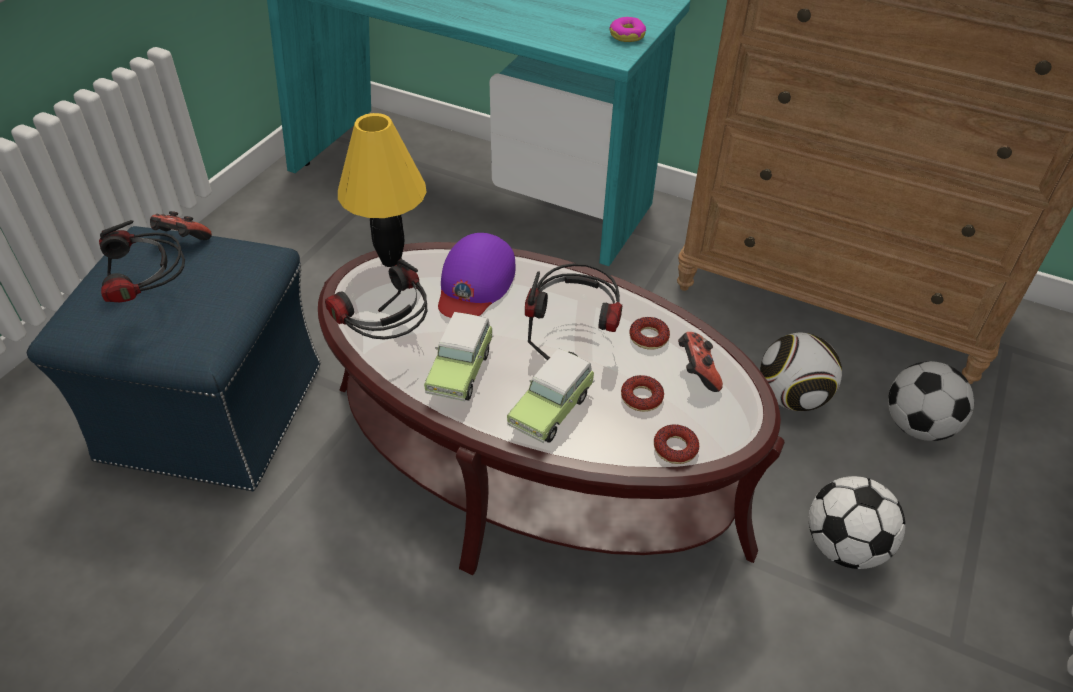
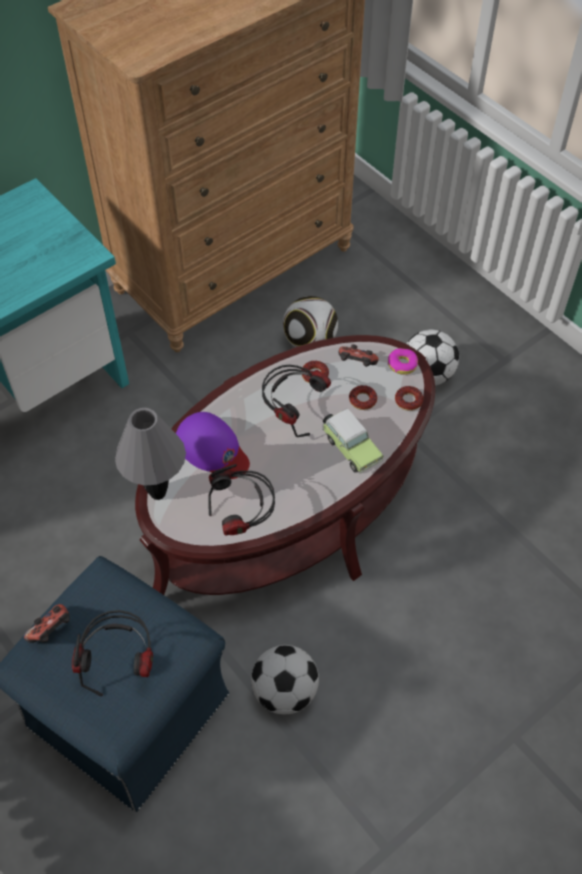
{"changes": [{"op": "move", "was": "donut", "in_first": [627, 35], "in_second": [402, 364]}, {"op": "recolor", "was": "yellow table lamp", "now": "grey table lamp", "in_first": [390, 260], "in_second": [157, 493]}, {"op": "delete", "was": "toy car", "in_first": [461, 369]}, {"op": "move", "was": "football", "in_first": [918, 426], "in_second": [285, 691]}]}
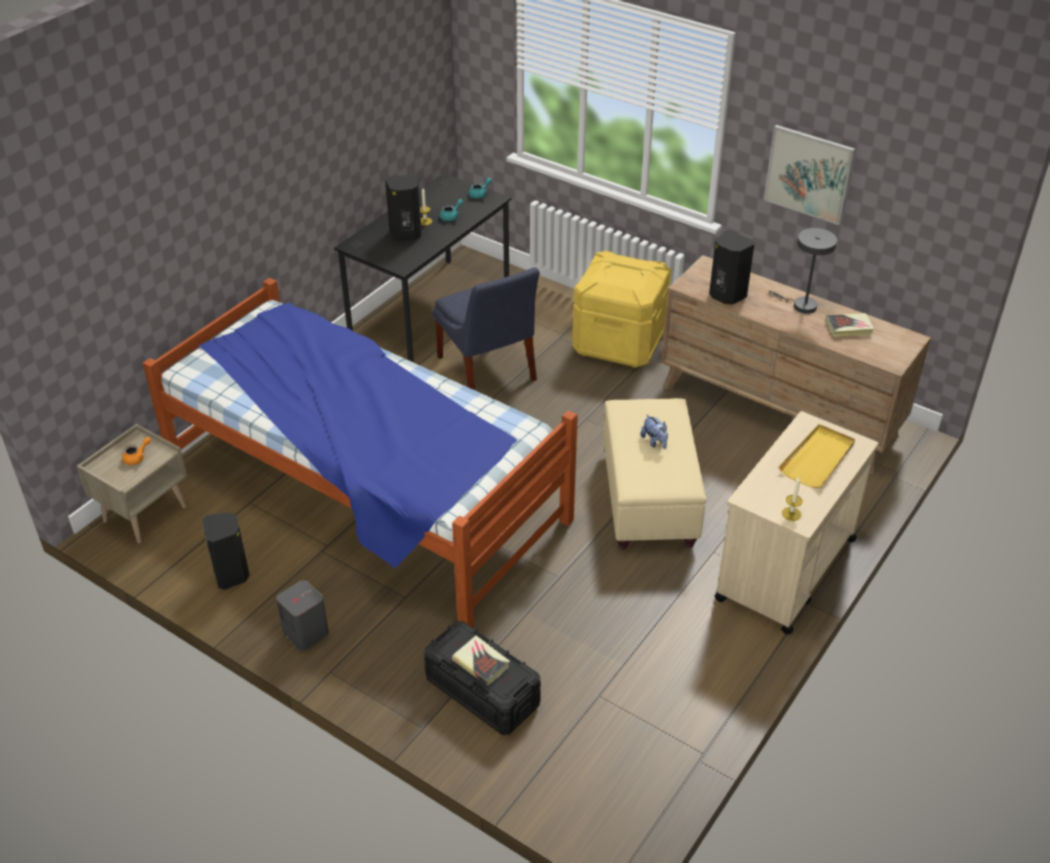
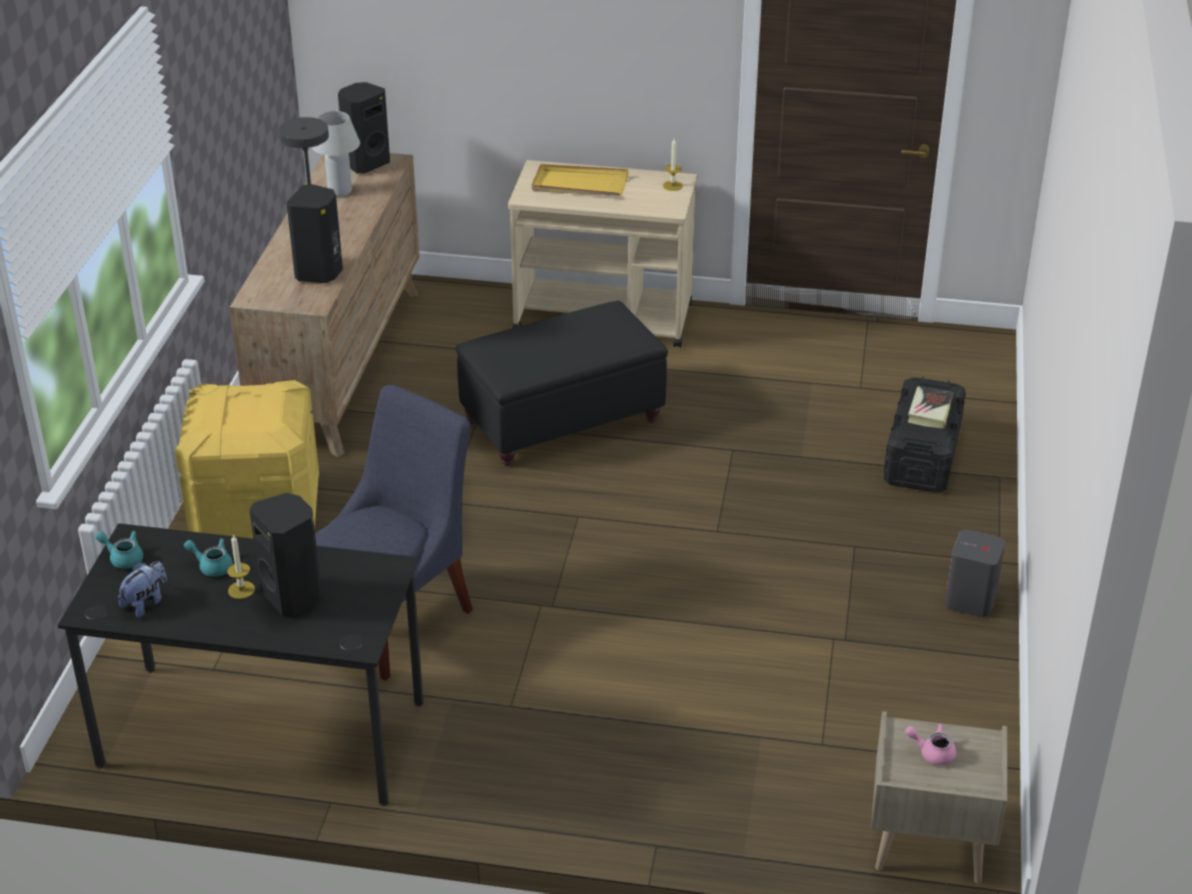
{"changes": [{"op": "delete", "was": "picture", "in_first": [808, 174]}, {"op": "delete", "was": "bed", "in_first": [365, 495]}, {"op": "replace", "was": "book", "now": "white table lamp", "in_first": [849, 327], "in_second": [340, 191]}, {"op": "recolor", "was": "beige ottoman", "now": "black ottoman", "in_first": [649, 500], "in_second": [563, 419]}, {"op": "move", "was": "plush toy", "in_first": [655, 442], "in_second": [146, 603]}, {"op": "recolor", "was": "orange teapot", "now": "pink teapot", "in_first": [137, 458], "in_second": [932, 752]}, {"op": "move", "was": "black speaker", "in_first": [232, 574], "in_second": [365, 163]}]}
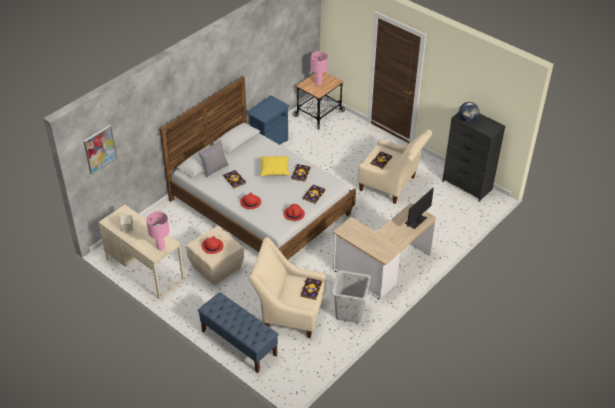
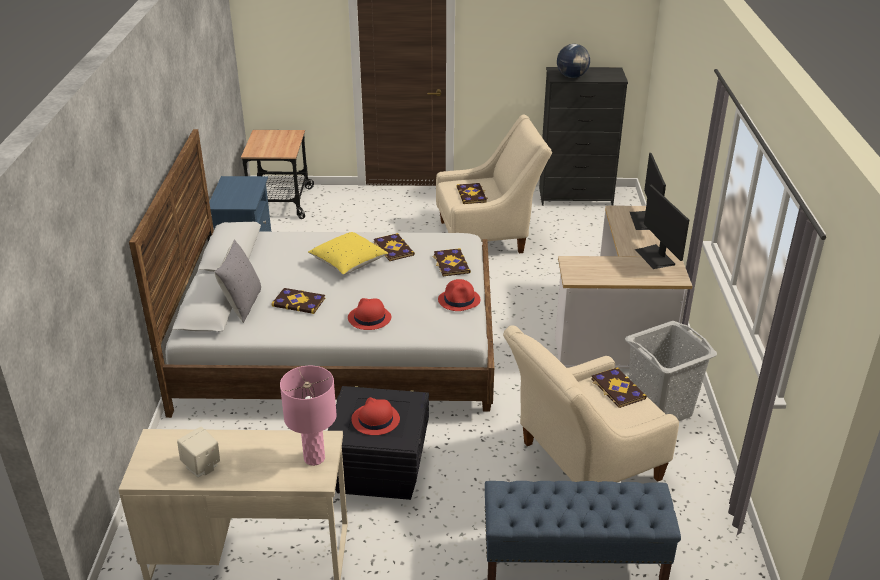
{"changes": [{"op": "delete", "was": "pink table lamp", "in_first": [318, 83]}, {"op": "delete", "was": "picture", "in_first": [99, 149]}, {"op": "recolor", "was": "beige storage box", "now": "black storage box", "in_first": [216, 267], "in_second": [379, 469]}, {"op": "insert", "now": "monitor", "in_second": [655, 257]}]}
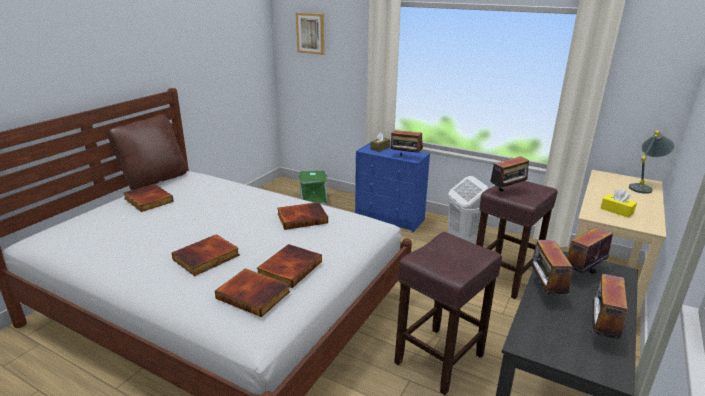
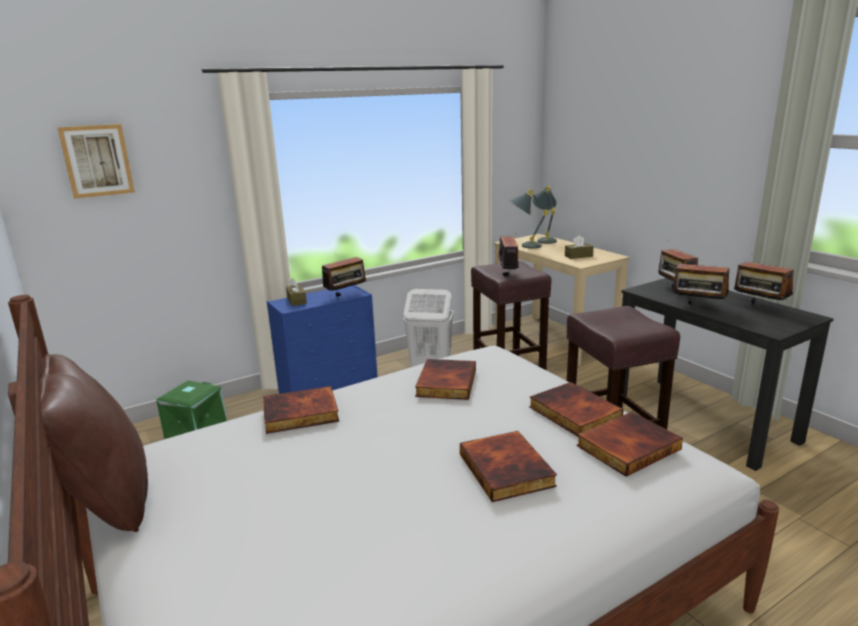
{"changes": [{"op": "move", "was": "book", "in_first": [147, 200], "in_second": [300, 414]}, {"op": "recolor", "was": "yellow tissue box", "now": "brown tissue box", "in_first": [616, 211], "in_second": [578, 256]}, {"op": "insert", "now": "grey table lamp", "in_second": [524, 246]}]}
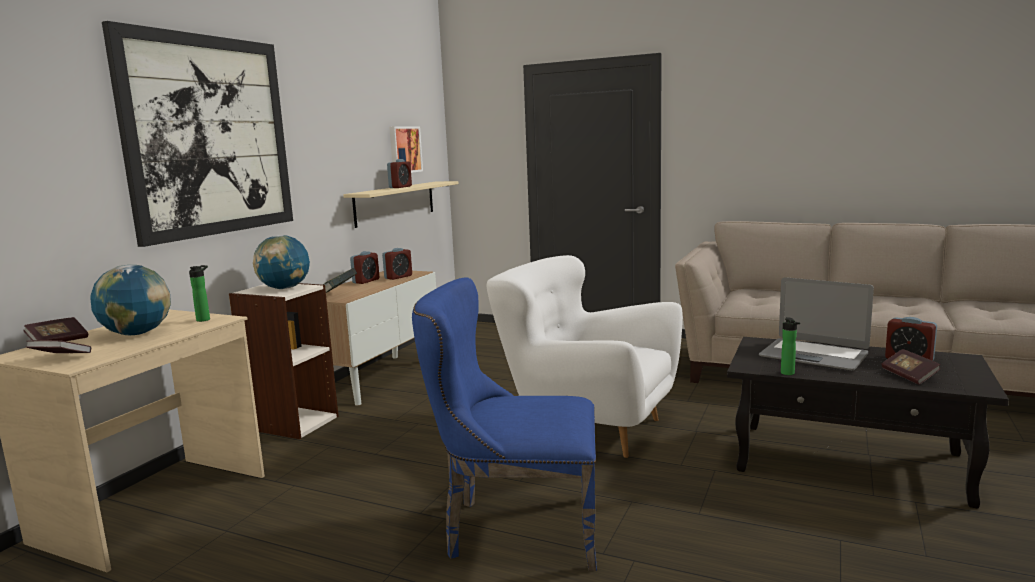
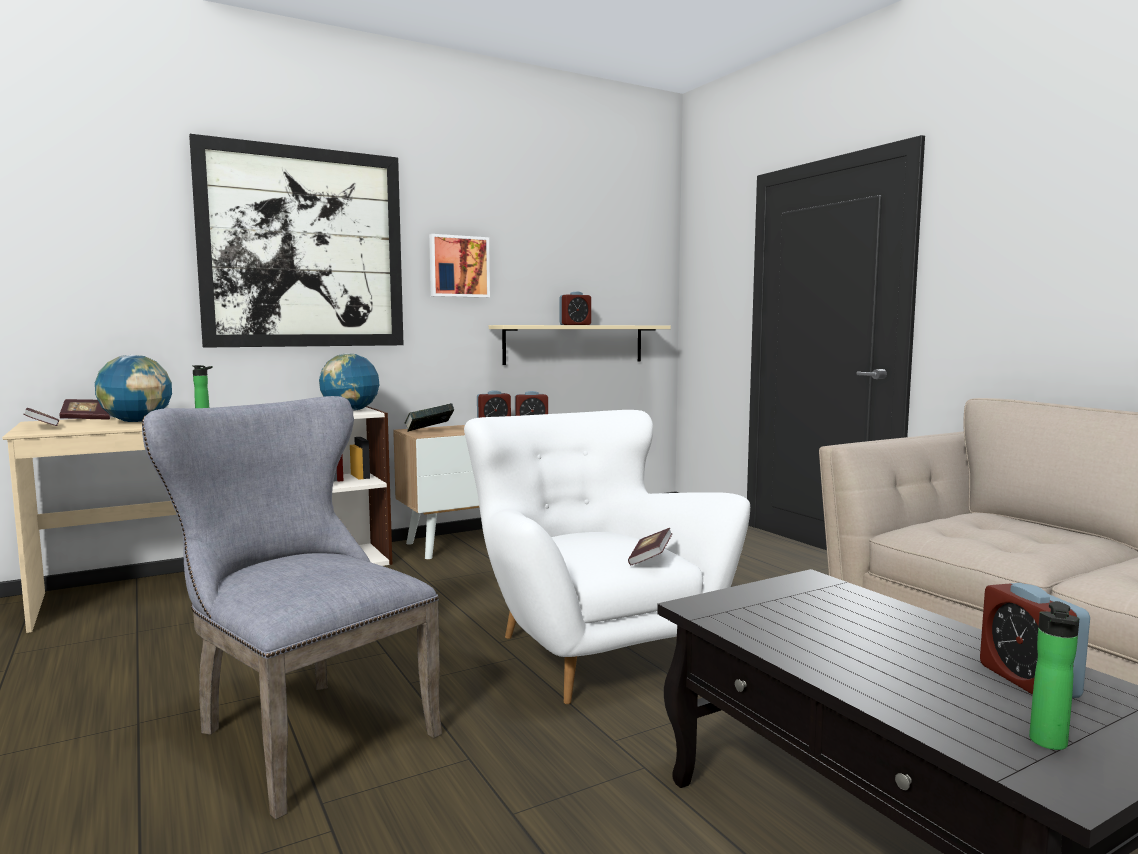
{"changes": [{"op": "move", "was": "picture", "in_first": [404, 149], "in_second": [458, 266]}, {"op": "recolor", "was": "blue chair", "now": "grey chair", "in_first": [513, 529], "in_second": [303, 731]}, {"op": "delete", "was": "laptop", "in_first": [813, 355]}, {"op": "move", "was": "bottle", "in_first": [788, 374], "in_second": [1048, 744]}, {"op": "move", "was": "book", "in_first": [909, 376], "in_second": [650, 558]}]}
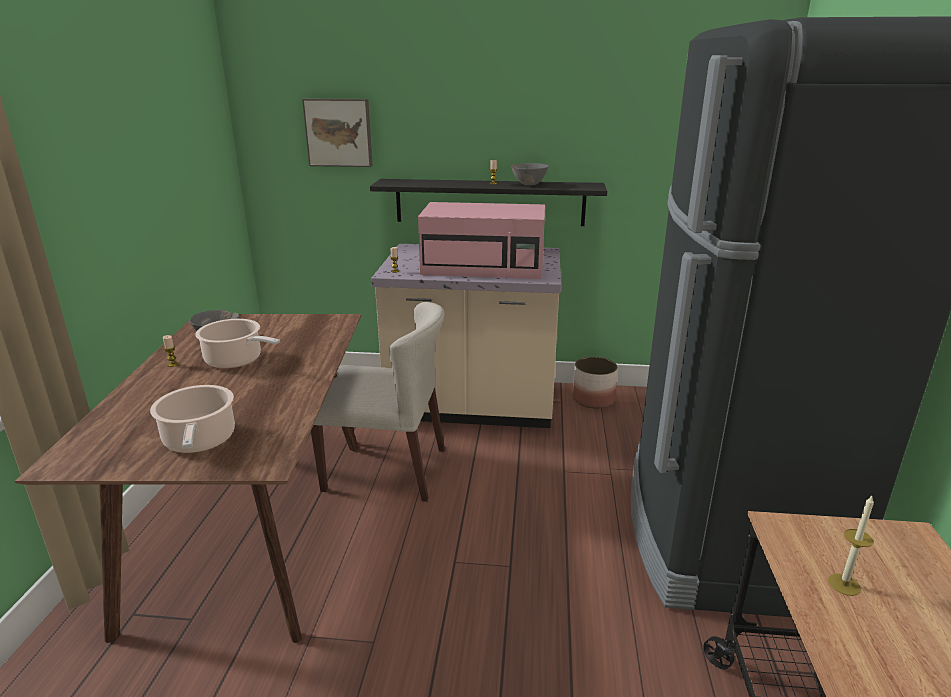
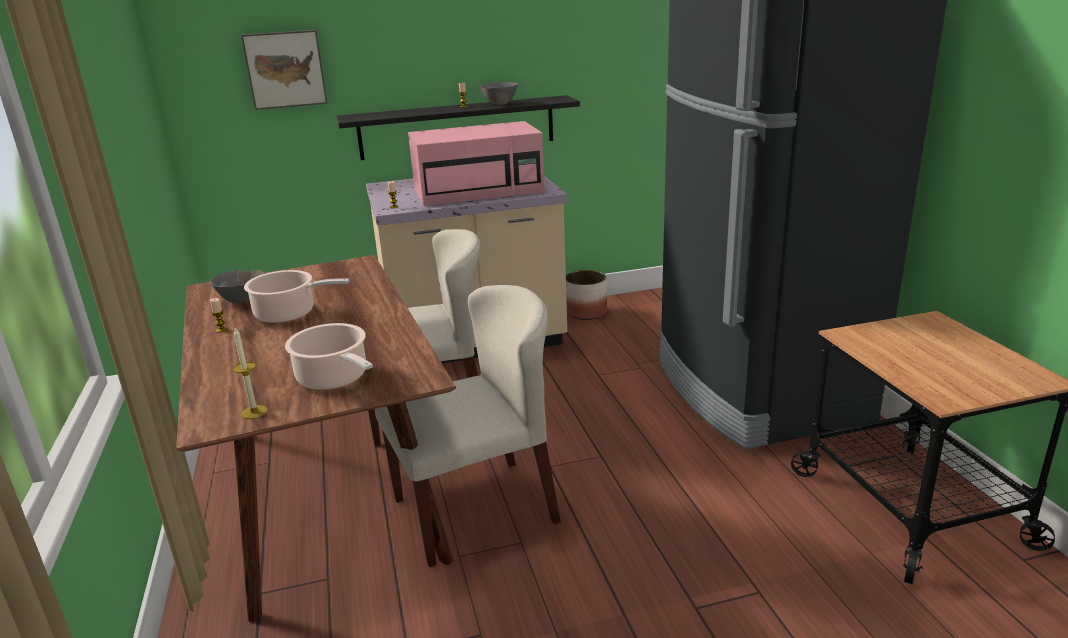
{"changes": [{"op": "move", "was": "candle", "in_first": [844, 584], "in_second": [254, 412]}, {"op": "insert", "now": "beige chair", "in_second": [476, 509]}]}
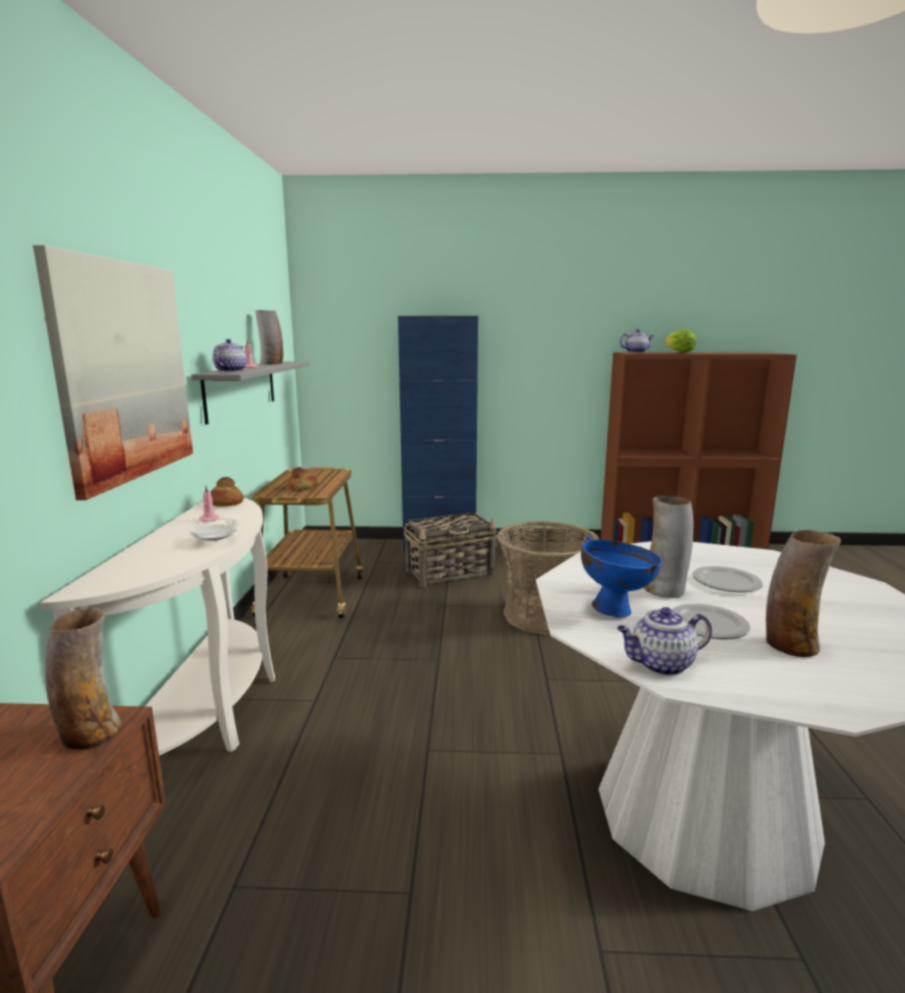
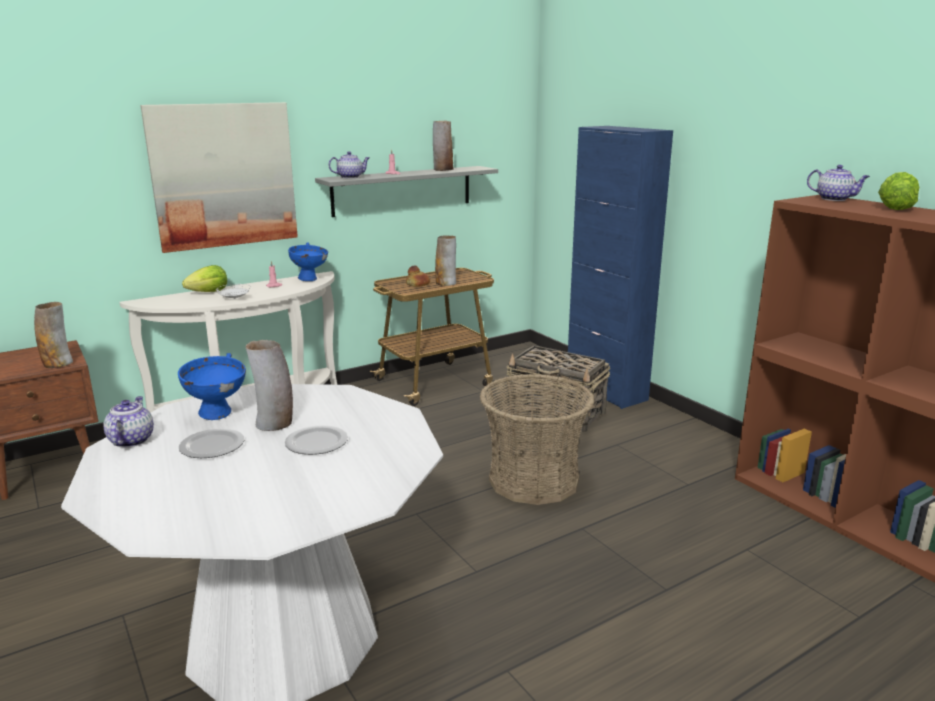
{"changes": [{"op": "replace", "was": "bread", "now": "blue bowl", "in_first": [225, 504], "in_second": [310, 279]}, {"op": "move", "was": "vase", "in_first": [790, 645], "in_second": [446, 283]}, {"op": "rotate", "was": "teapot", "in_first": [660, 665], "in_second": [131, 440], "clockwise": 45}, {"op": "insert", "now": "lettuce", "in_second": [209, 292]}]}
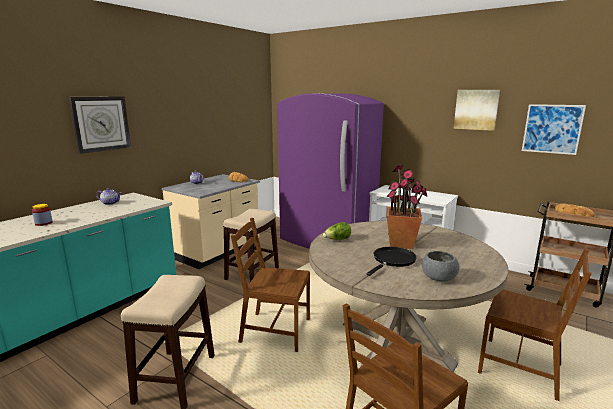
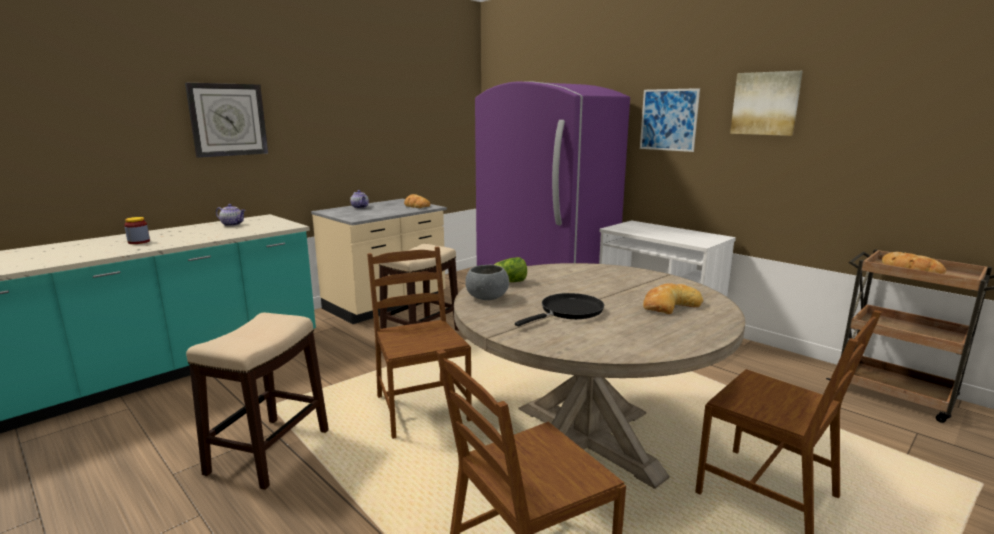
{"changes": [{"op": "move", "was": "picture", "in_first": [552, 129], "in_second": [668, 120]}, {"op": "delete", "was": "potted plant", "in_first": [402, 243]}, {"op": "rotate", "was": "brown chair", "in_first": [274, 331], "in_second": [420, 408], "clockwise": 45}, {"op": "move", "was": "grey bowl", "in_first": [438, 278], "in_second": [487, 297]}, {"op": "insert", "now": "bread", "in_second": [669, 305]}]}
